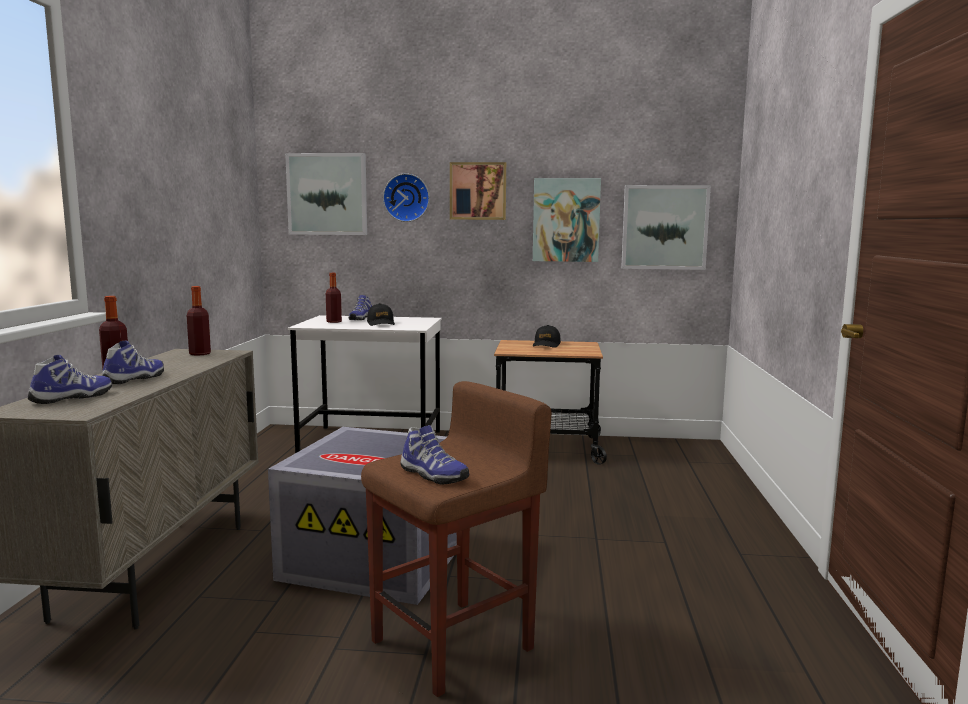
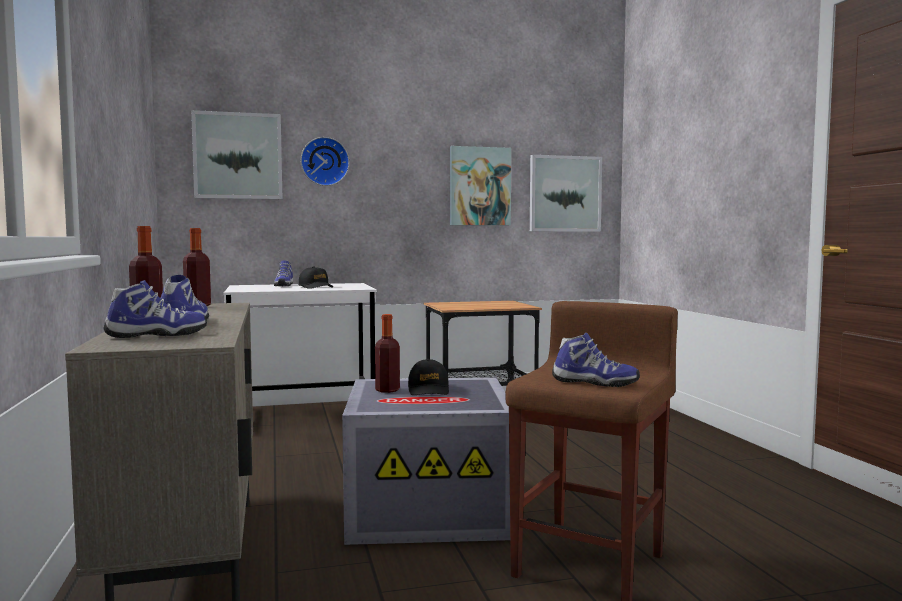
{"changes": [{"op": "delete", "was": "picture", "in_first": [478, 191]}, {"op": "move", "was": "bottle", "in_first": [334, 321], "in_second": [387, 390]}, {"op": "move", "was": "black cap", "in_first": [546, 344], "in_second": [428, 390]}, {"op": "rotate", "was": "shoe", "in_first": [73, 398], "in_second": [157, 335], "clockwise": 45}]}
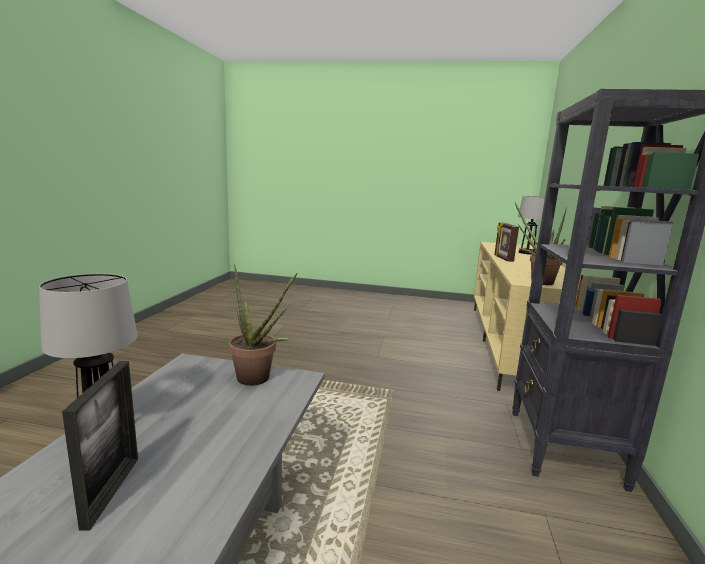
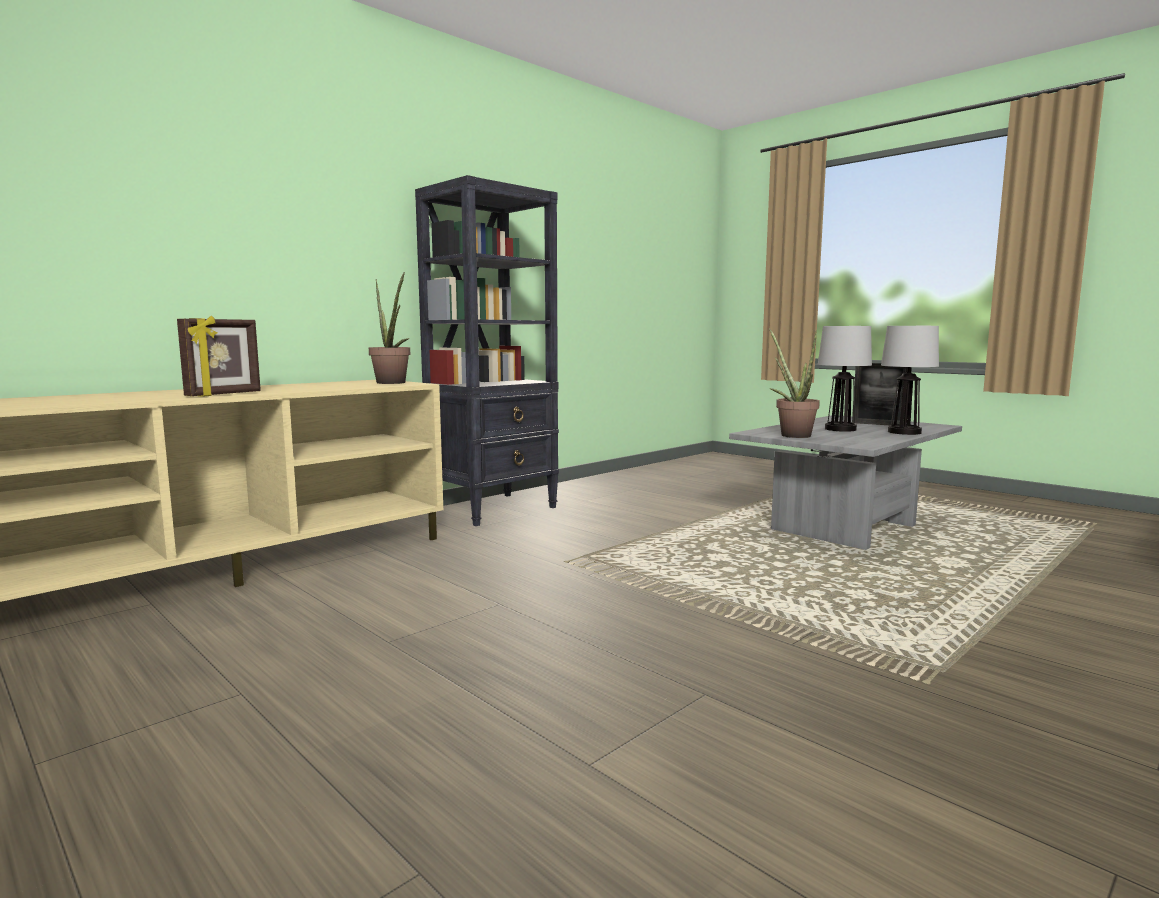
{"changes": [{"op": "move", "was": "table lamp", "in_first": [527, 253], "in_second": [840, 429]}, {"op": "rotate", "was": "picture frame", "in_first": [111, 490], "in_second": [877, 424], "clockwise": -90}]}
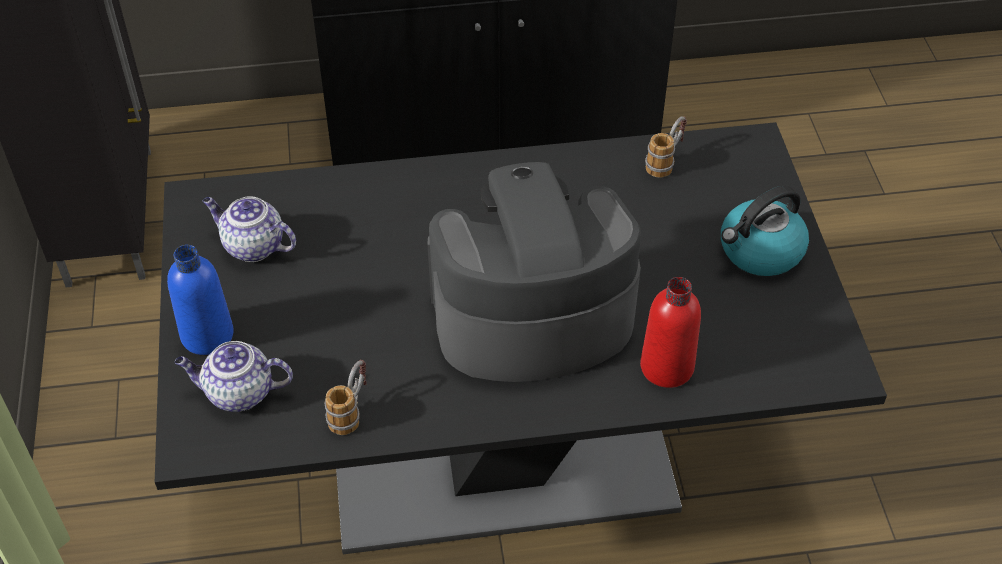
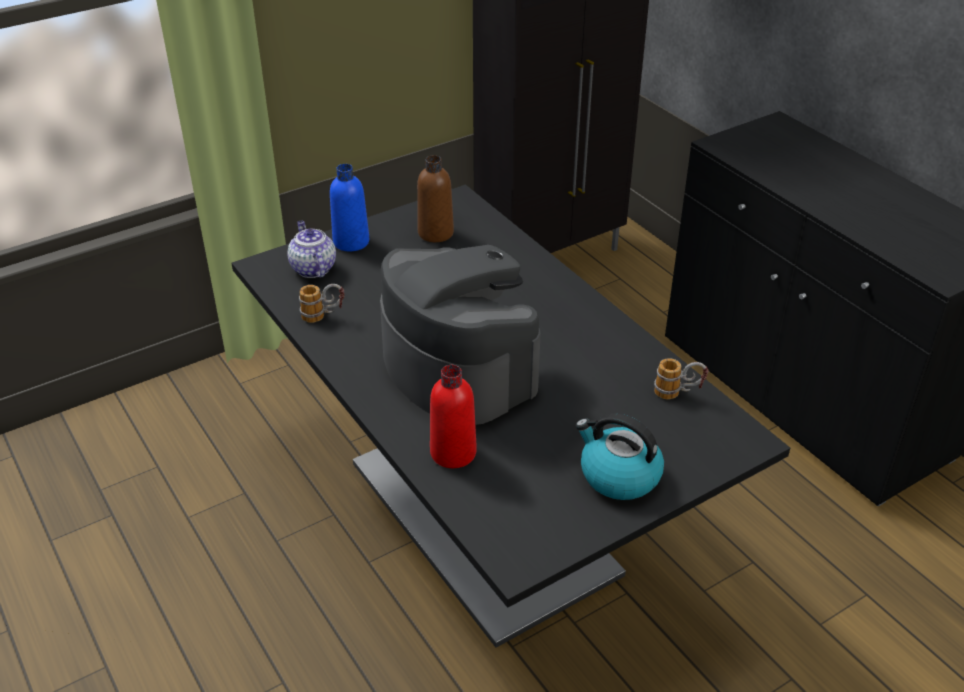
{"changes": [{"op": "replace", "was": "teapot", "now": "brown bottle", "in_first": [252, 246], "in_second": [435, 233]}]}
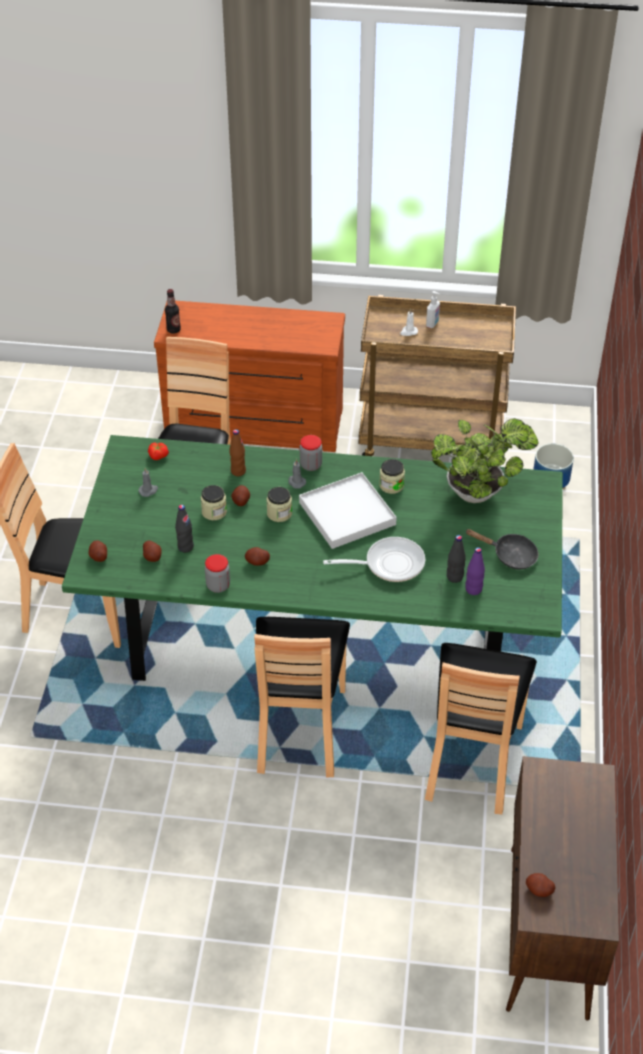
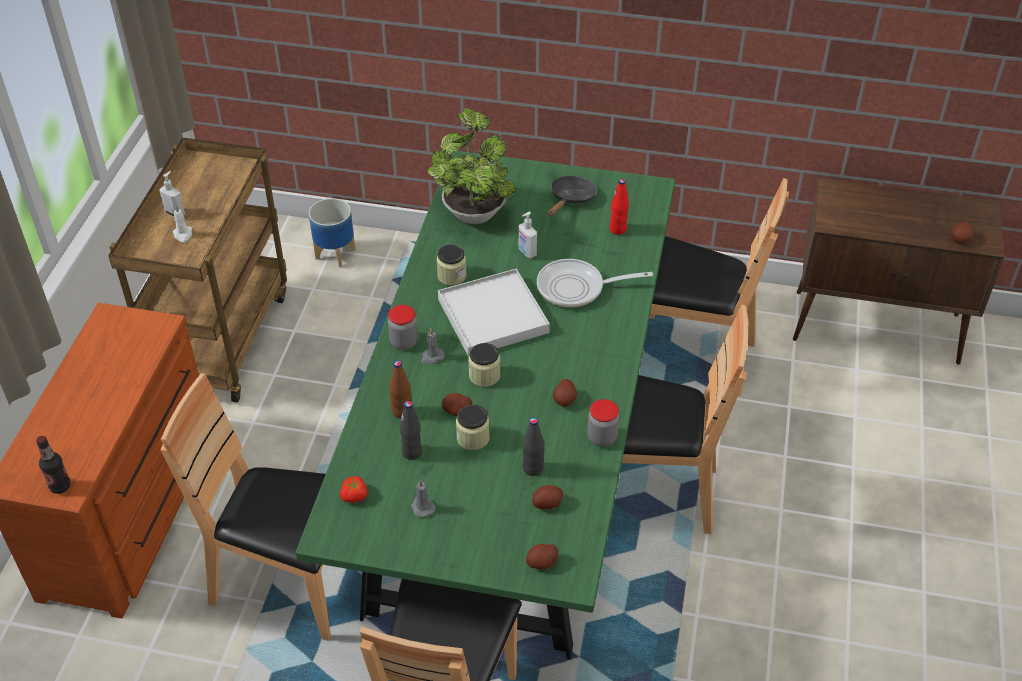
{"changes": [{"op": "move", "was": "black bottle", "in_first": [454, 577], "in_second": [412, 452]}, {"op": "rotate", "was": "frying pan", "in_first": [389, 564], "in_second": [576, 288], "clockwise": -90}, {"op": "recolor", "was": "purple bottle", "now": "red bottle", "in_first": [473, 589], "in_second": [618, 229]}, {"op": "insert", "now": "soap dispenser", "in_second": [527, 252]}]}
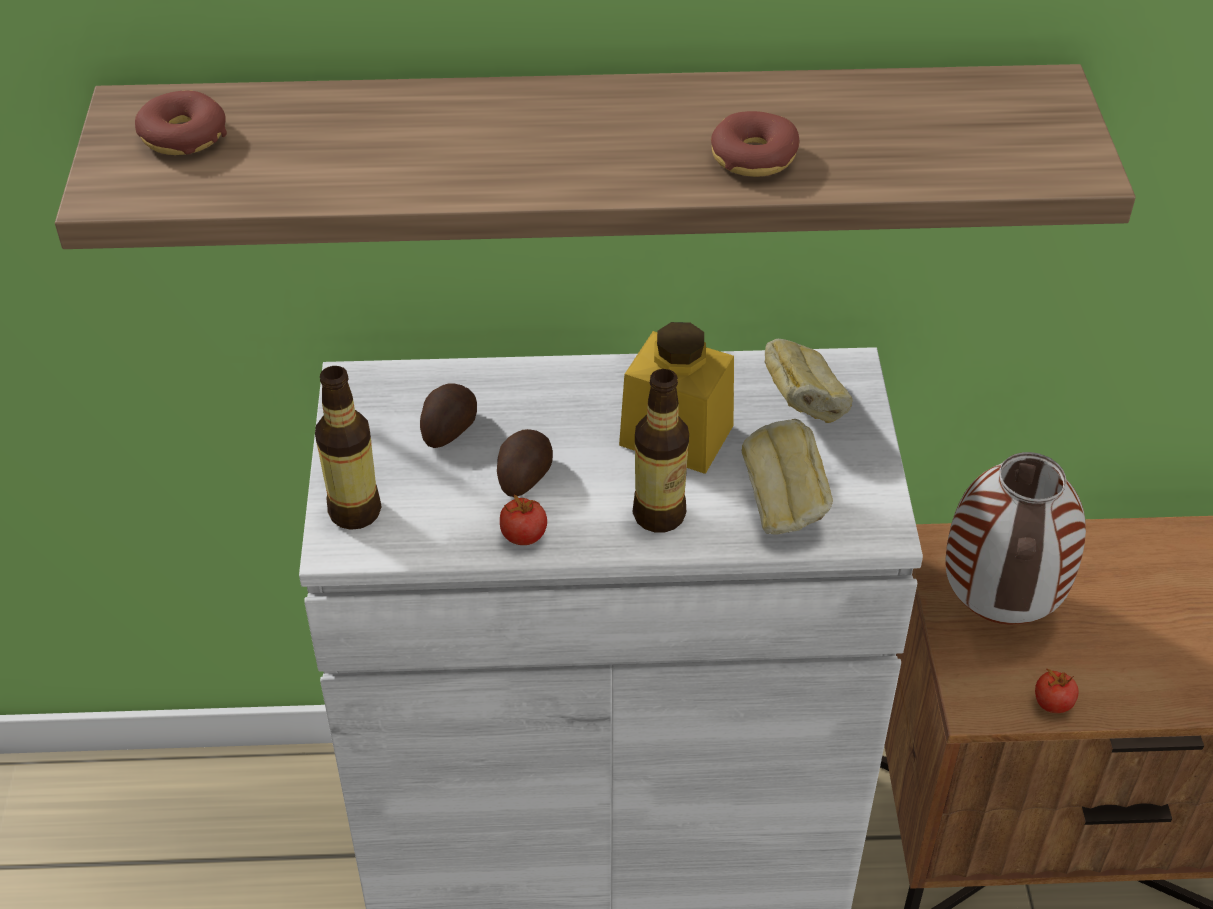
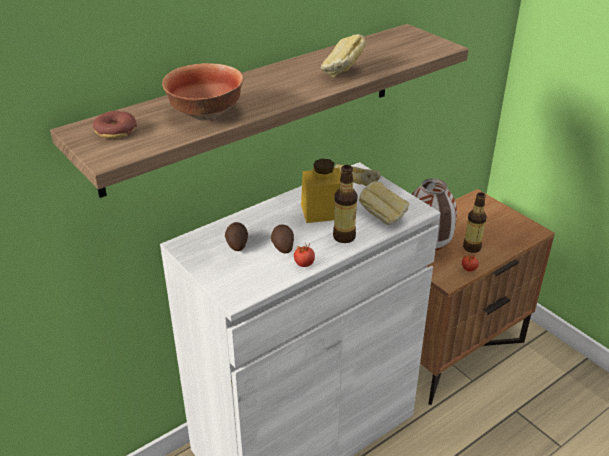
{"changes": [{"op": "replace", "was": "donut", "now": "bread", "in_first": [753, 157], "in_second": [343, 72]}, {"op": "move", "was": "bottle", "in_first": [355, 511], "in_second": [471, 247]}, {"op": "insert", "now": "bowl", "in_second": [207, 114]}]}
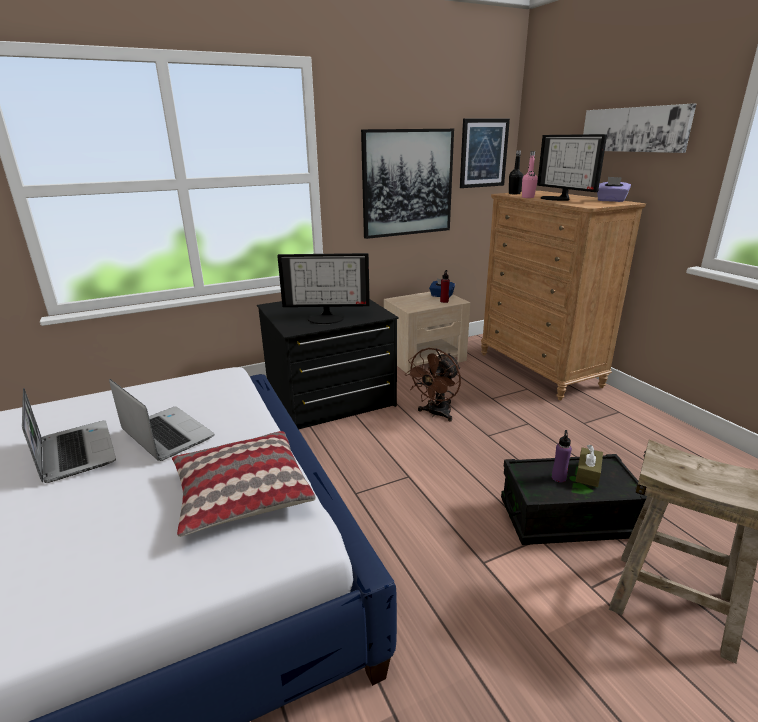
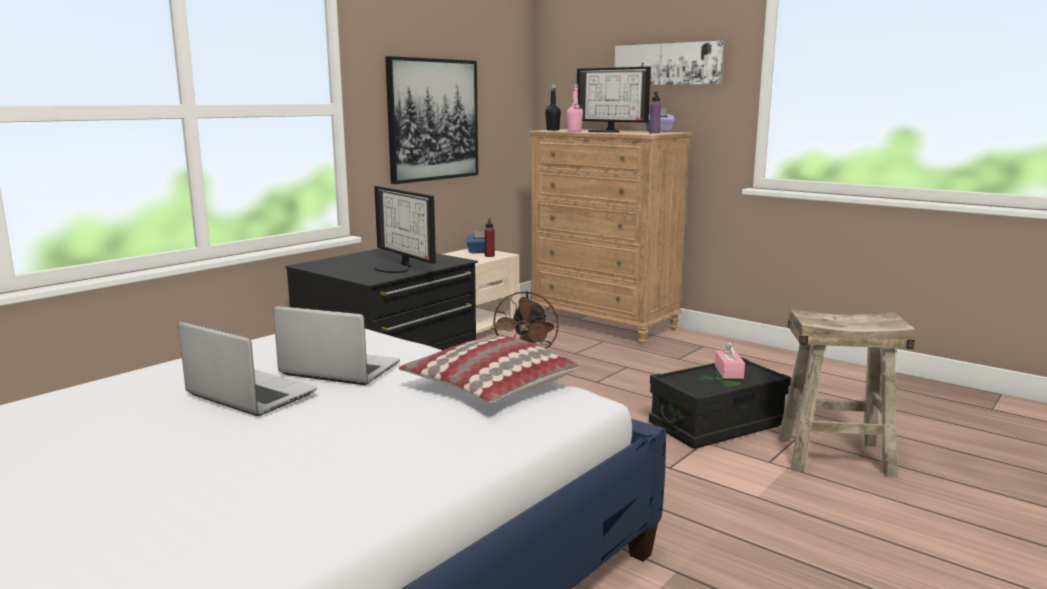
{"changes": [{"op": "delete", "was": "picture", "in_first": [483, 153]}, {"op": "rotate", "was": "monitor", "in_first": [326, 318], "in_second": [396, 268], "clockwise": 75}, {"op": "move", "was": "purple bottle", "in_first": [558, 478], "in_second": [654, 133]}, {"op": "recolor", "was": "brown tissue box", "now": "pink tissue box", "in_first": [588, 473], "in_second": [728, 372]}]}
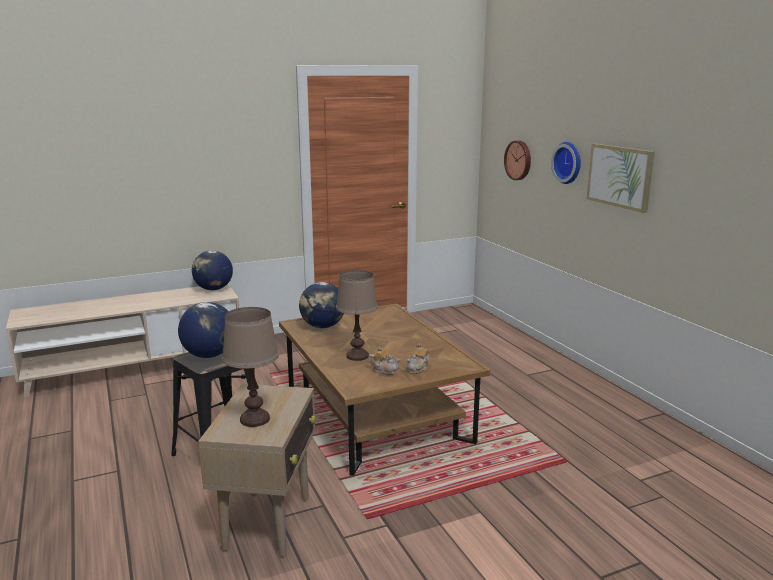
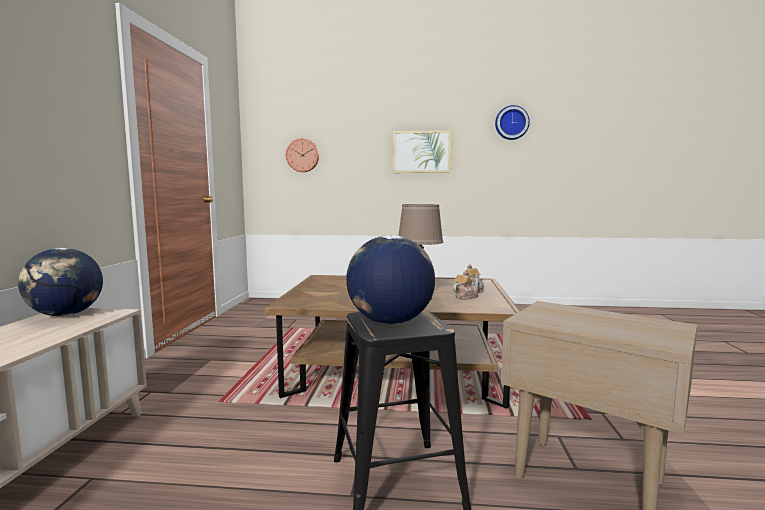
{"changes": [{"op": "move", "was": "wall clock", "in_first": [569, 162], "in_second": [511, 123]}, {"op": "delete", "was": "globe", "in_first": [323, 326]}, {"op": "delete", "was": "brown table lamp", "in_first": [254, 419]}]}
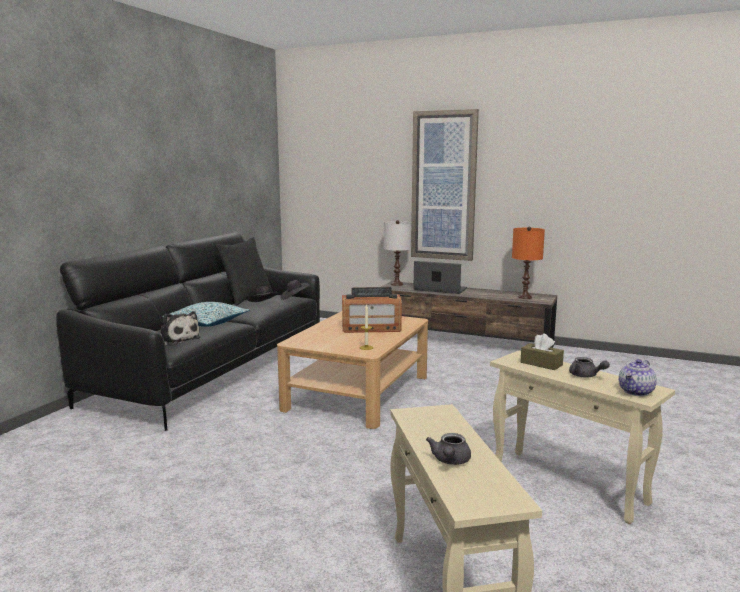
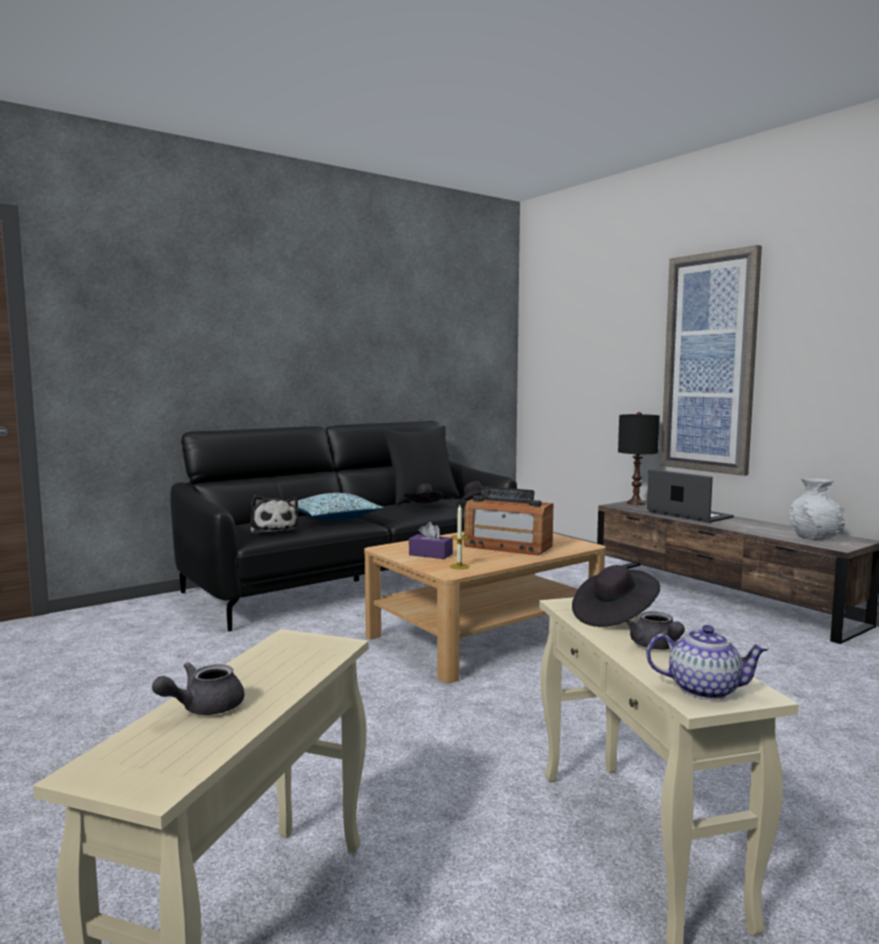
{"changes": [{"op": "recolor", "was": "white table lamp", "now": "black table lamp", "in_first": [396, 284], "in_second": [635, 503]}, {"op": "replace", "was": "orange table lamp", "now": "white vase", "in_first": [525, 297], "in_second": [815, 538]}, {"op": "replace", "was": "brown tissue box", "now": "black hat", "in_first": [541, 364], "in_second": [614, 617]}, {"op": "rotate", "was": "teapot", "in_first": [636, 392], "in_second": [704, 689], "clockwise": -150}, {"op": "insert", "now": "purple tissue box", "in_second": [430, 554]}]}
